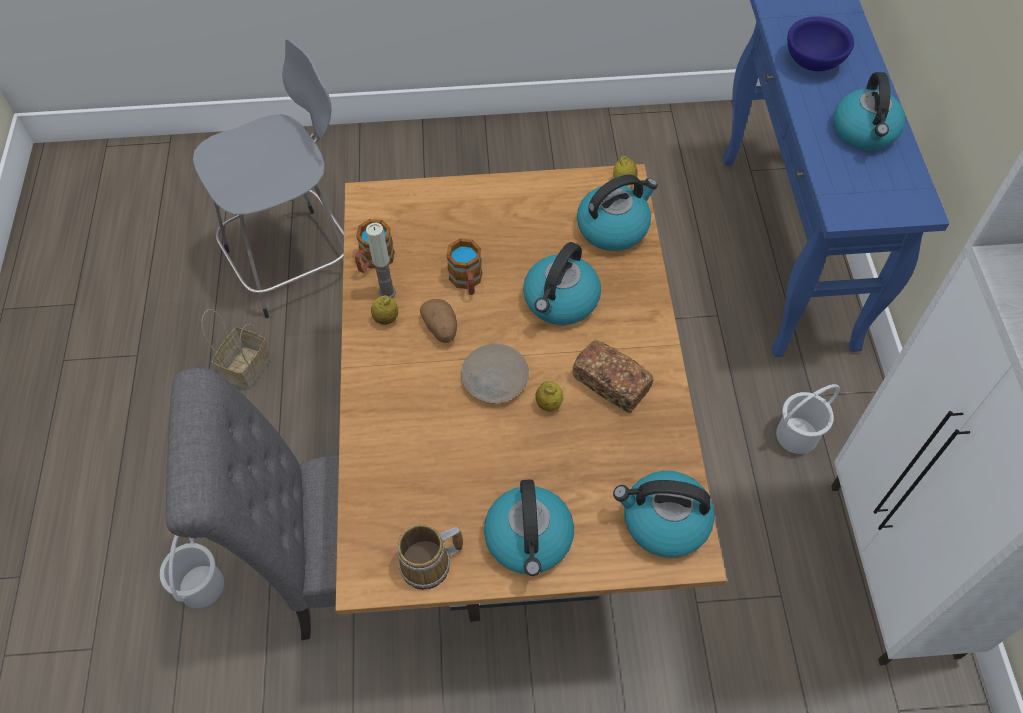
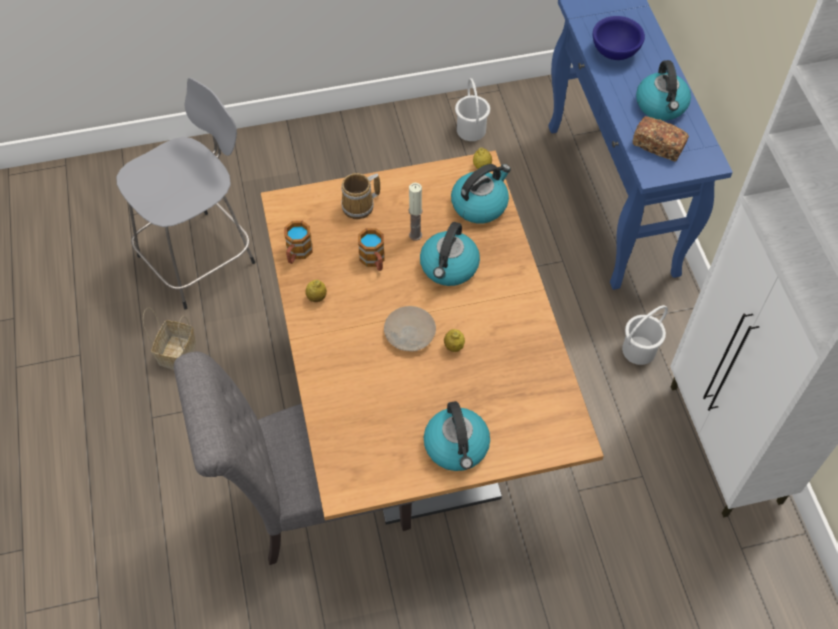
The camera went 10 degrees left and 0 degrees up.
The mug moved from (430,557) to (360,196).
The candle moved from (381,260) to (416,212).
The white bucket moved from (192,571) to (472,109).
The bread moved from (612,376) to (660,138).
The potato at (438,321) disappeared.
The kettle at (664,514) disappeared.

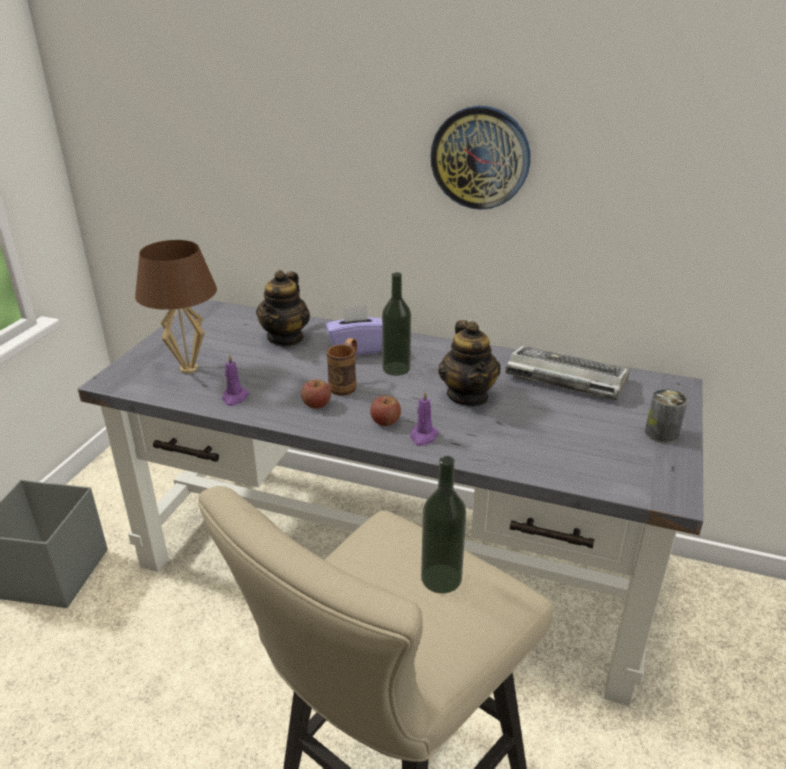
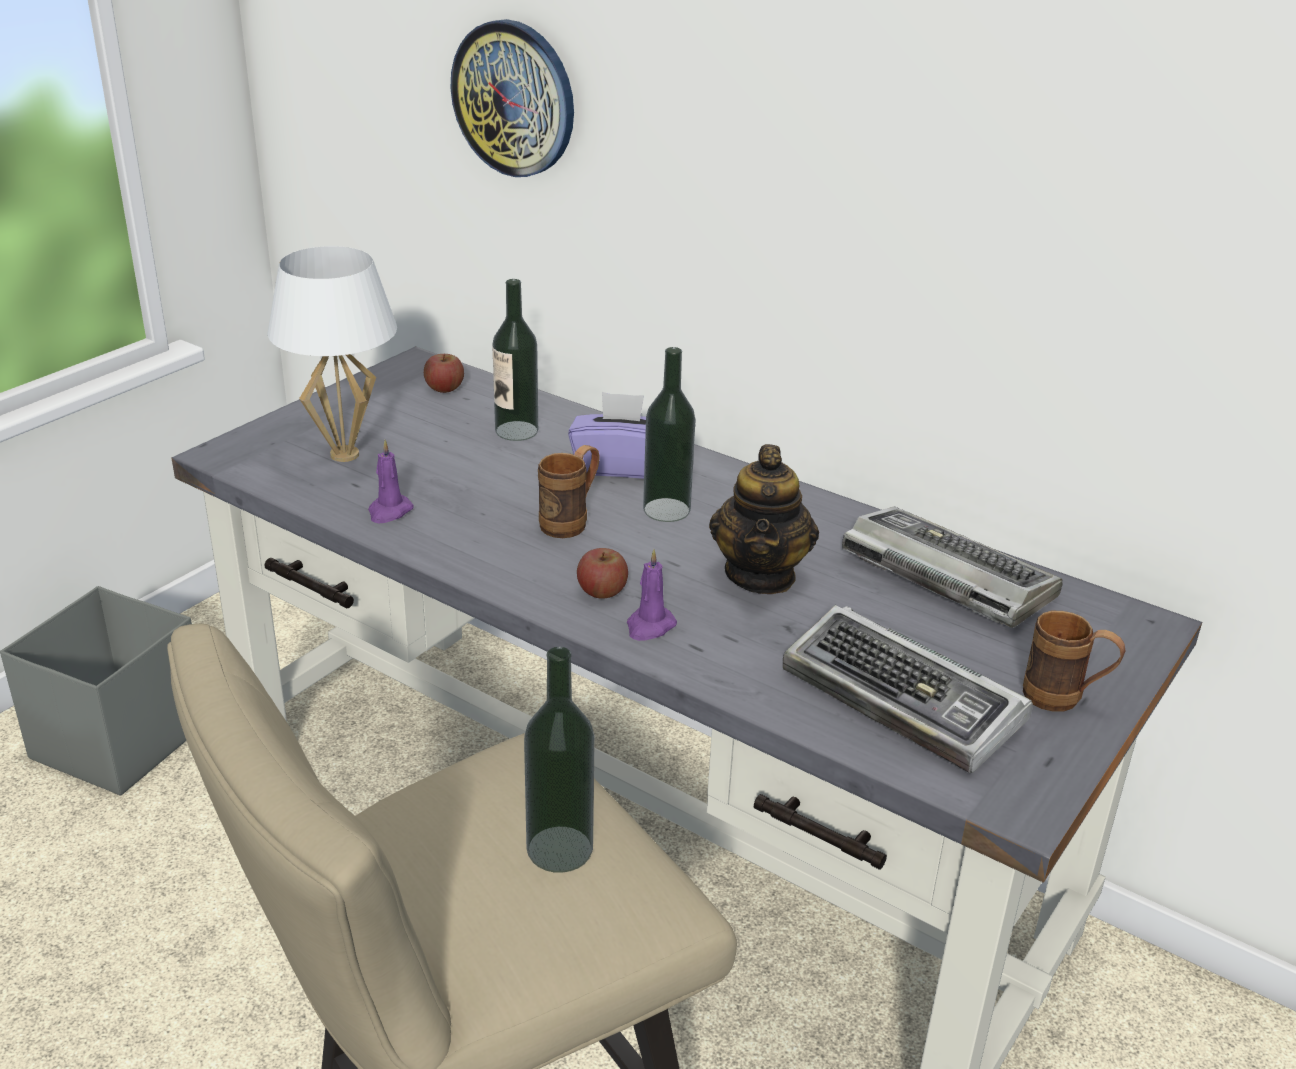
The camera went 15 degrees right and 0 degrees up.
The brown table lamp at (176,306) became the white table lamp at (332,354).
The apple moved from (316,394) to (444,373).
The wall clock moved from (480,158) to (512,98).
The teapot at (283,308) was replaced by the bottle at (515,360).
The keyboard at (908,689) appeared.
The can at (666,416) was replaced by the brown mug at (1074,661).

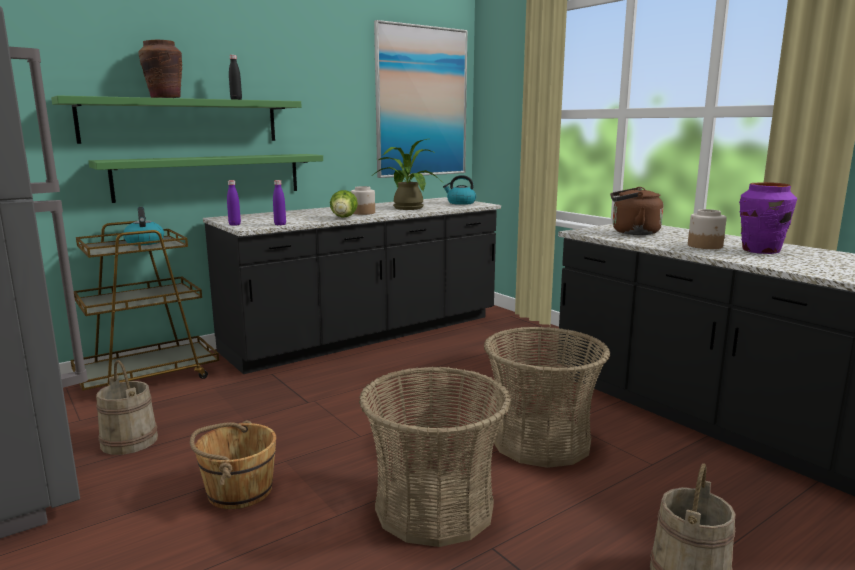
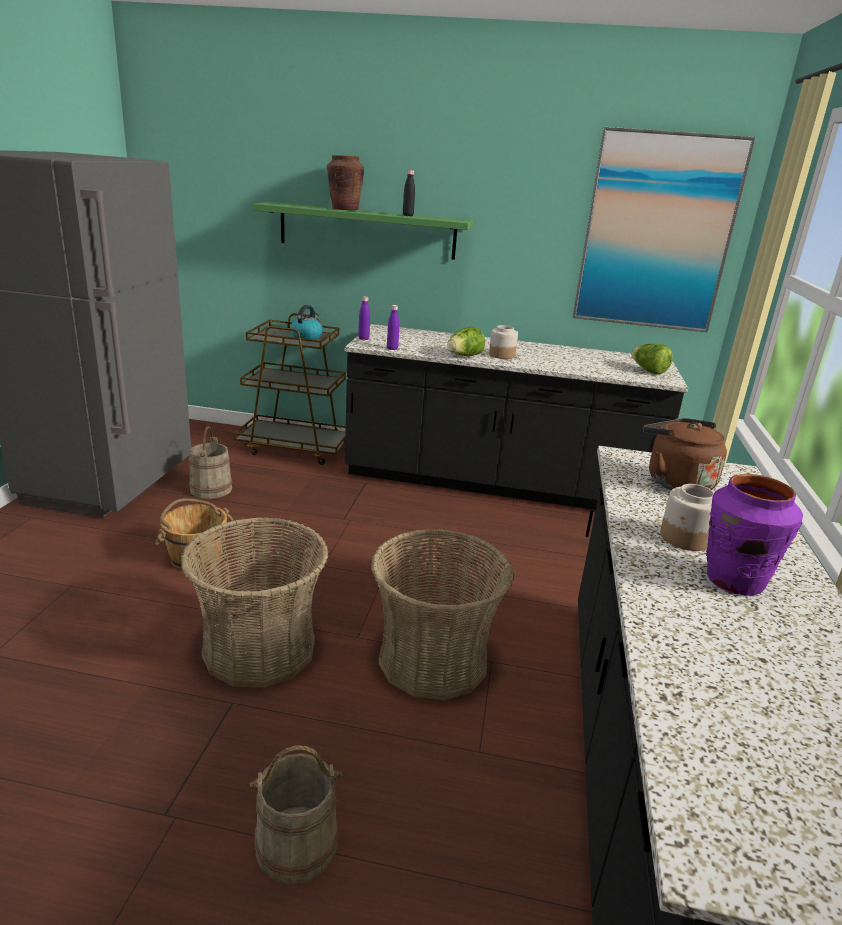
The camera went 45 degrees right and 10 degrees up.
The kettle at (459,190) was replaced by the lettuce at (652,359).
The green shelf at (205,178) disappeared.
The potted plant at (406,174) disappeared.

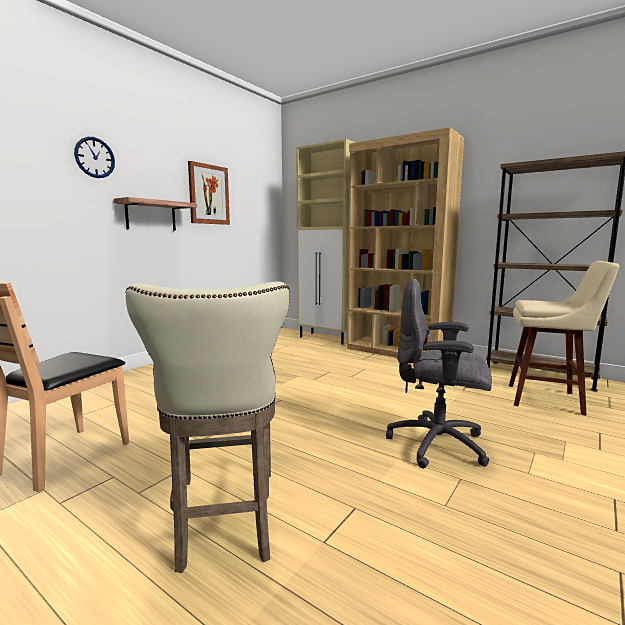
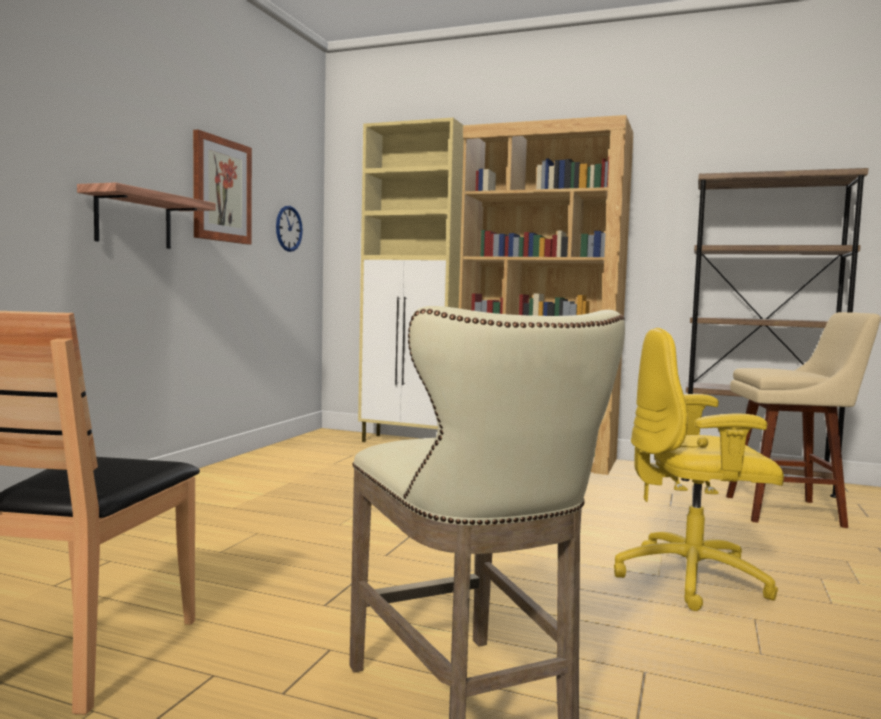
The camera went 15 degrees left and 5 degrees down.
The wall clock moved from (94,157) to (289,229).
The grey office chair at (439,373) became the yellow office chair at (699,469).

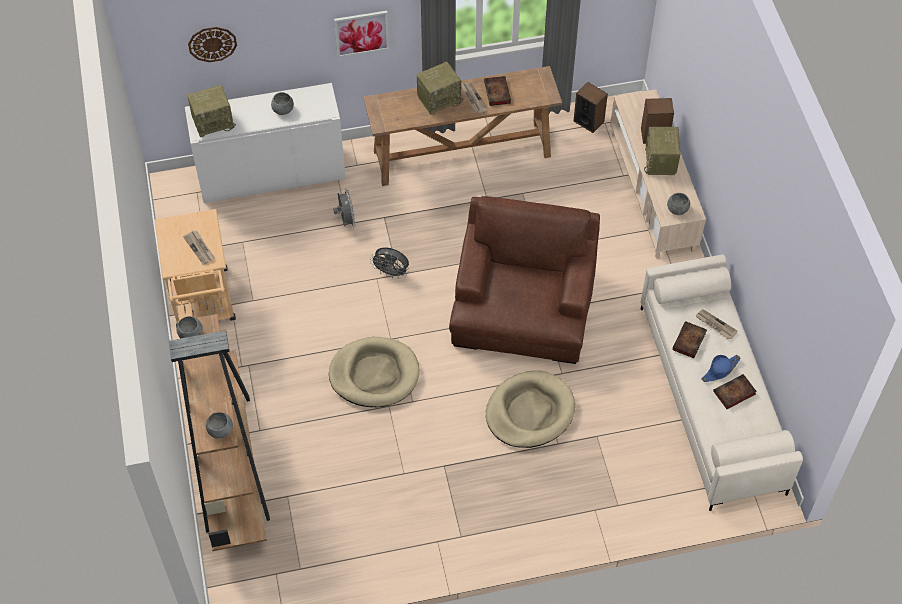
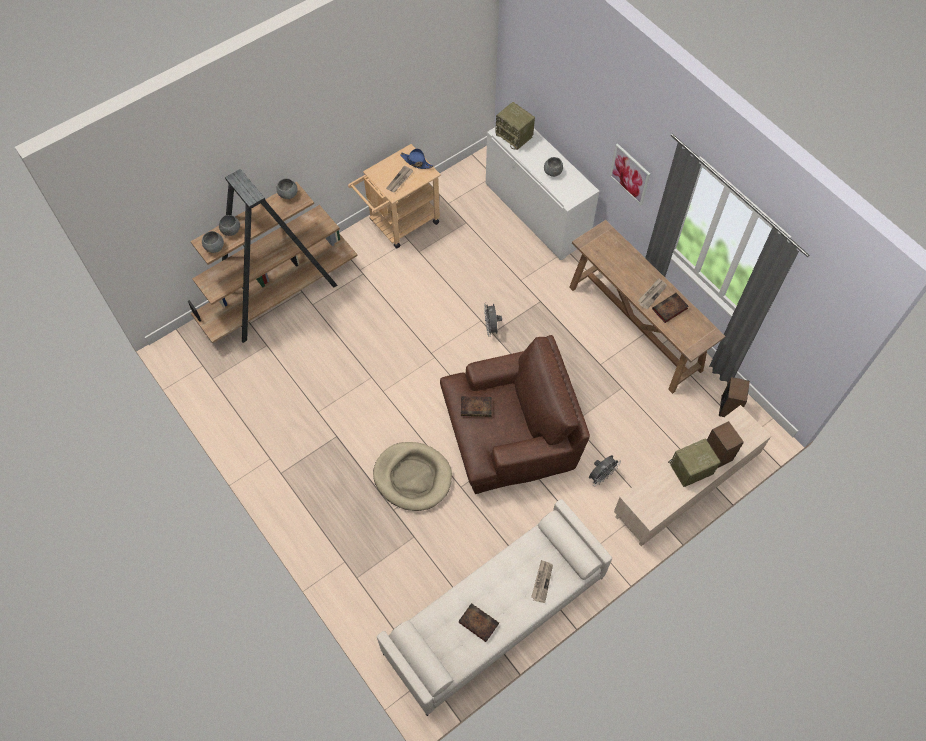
The camera went 65 degrees right and 5 degrees up.
The grey bowl moved from (678,204) to (229,225).
The blue hat moved from (721,368) to (416,159).
The book moved from (689,339) to (476,406).
The grey fan moved from (344,208) to (605,471).
The wall clock at (212,44) disappeared.
The beige dog bed at (374,372) disappeared.
The radio at (440,88) disappeared.

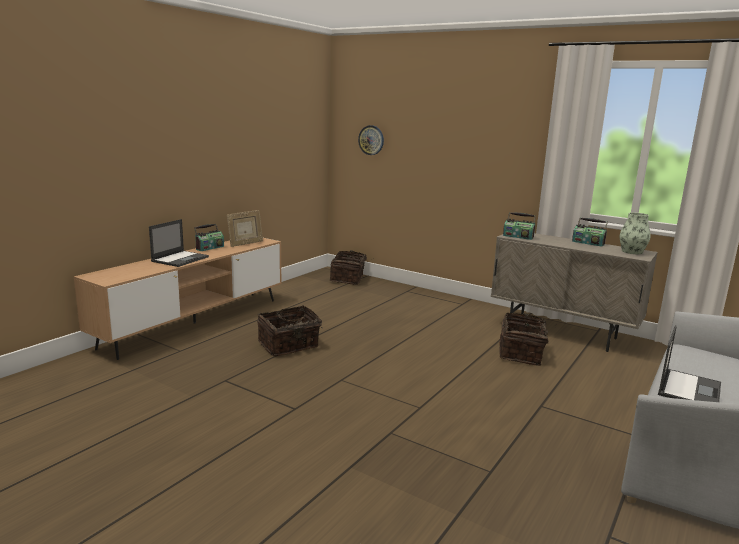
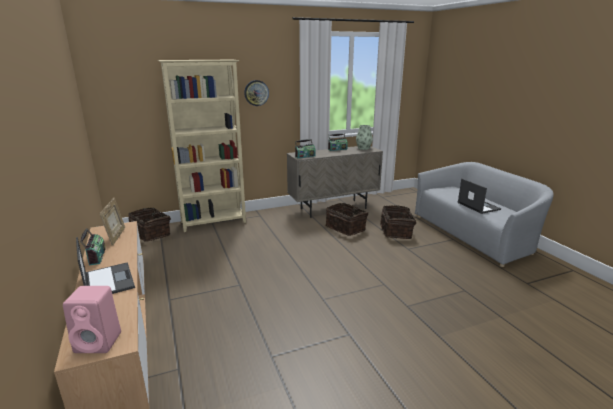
The camera went 55 degrees left and 5 degrees up.
The pink speaker at (92,319) appeared.
The beige bookcase at (202,146) appeared.
The wall clock moved from (371,140) to (256,93).
The basket moved from (289,331) to (398,222).

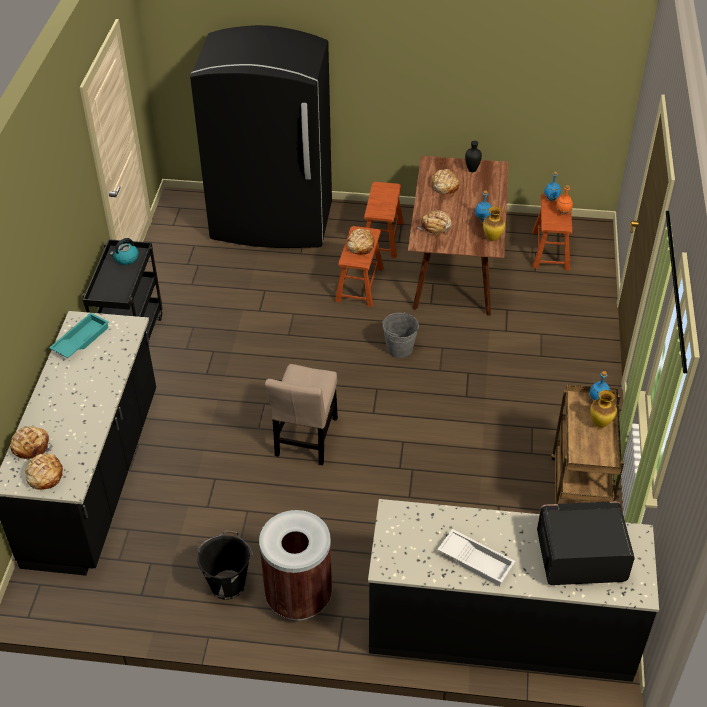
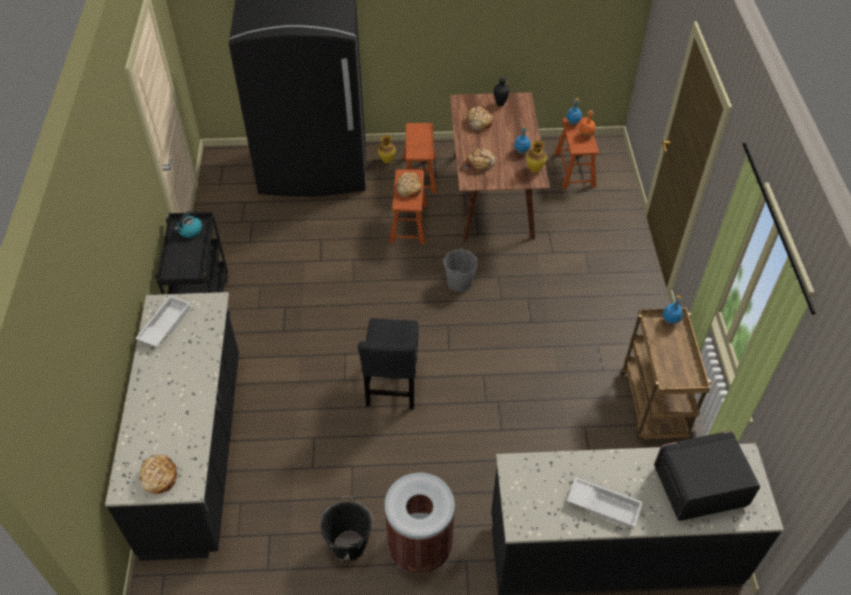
The camera went 10 degrees left and 5 degrees up.
The turquoise tray at (79,335) became the white tray at (162,321).
The beige chair at (301,414) became the black chair at (388,363).
The vase moved from (603,409) to (387,149).
The bread at (31,443) disappeared.

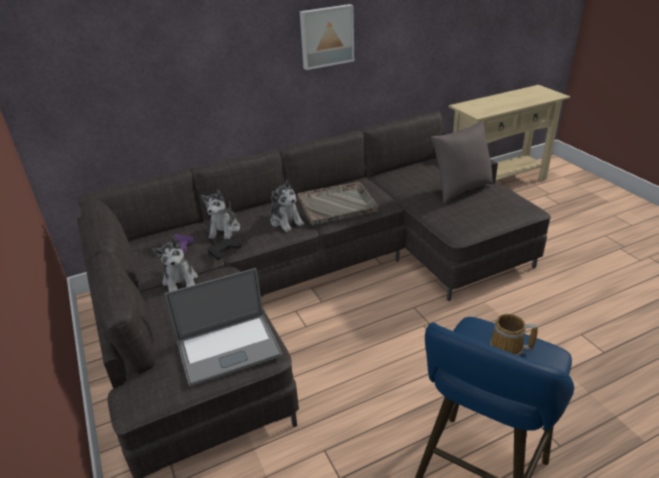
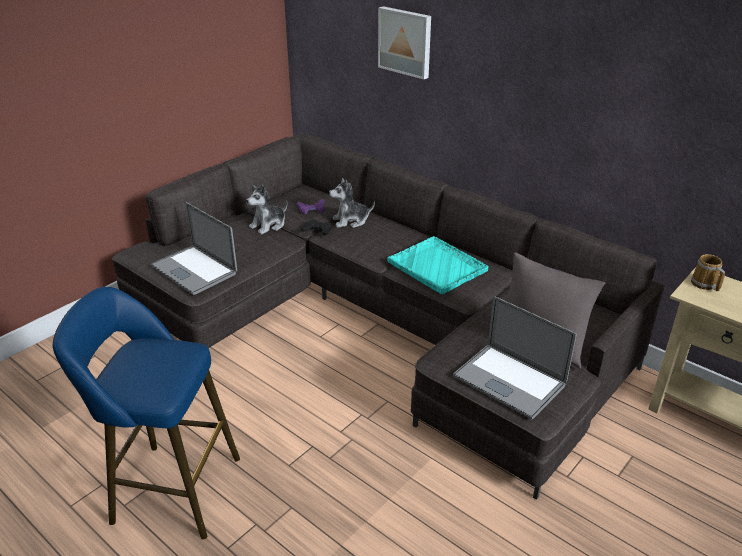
The camera went 65 degrees right and 0 degrees up.
The picture moved from (327,37) to (404,42).
The grey tray at (338,203) became the turquoise tray at (438,265).
The laptop at (514,357) appeared.
The mug moved from (514,335) to (708,273).
The plush toy at (287,206) disappeared.

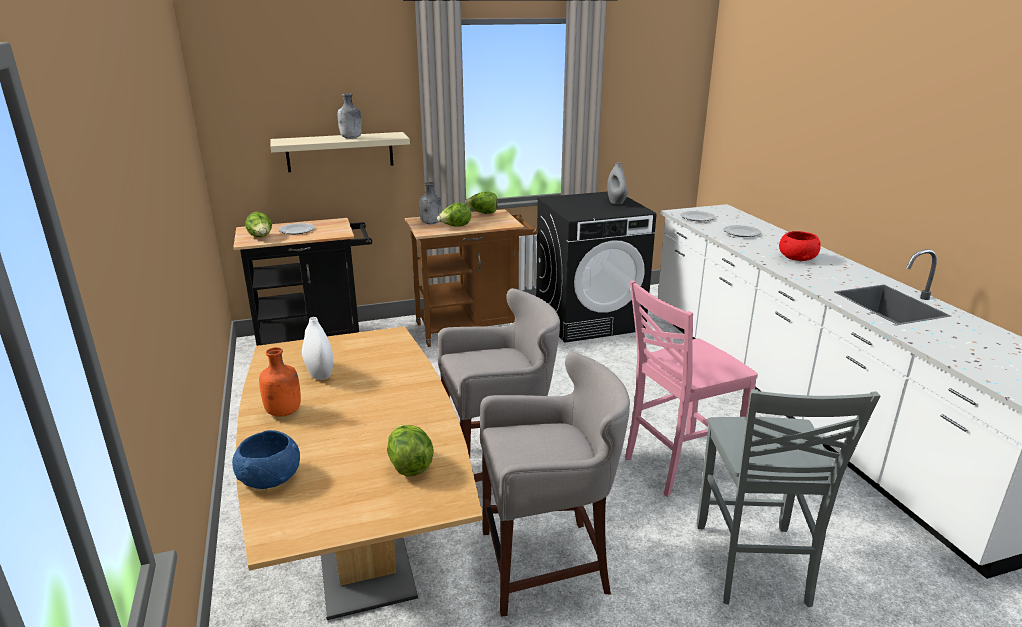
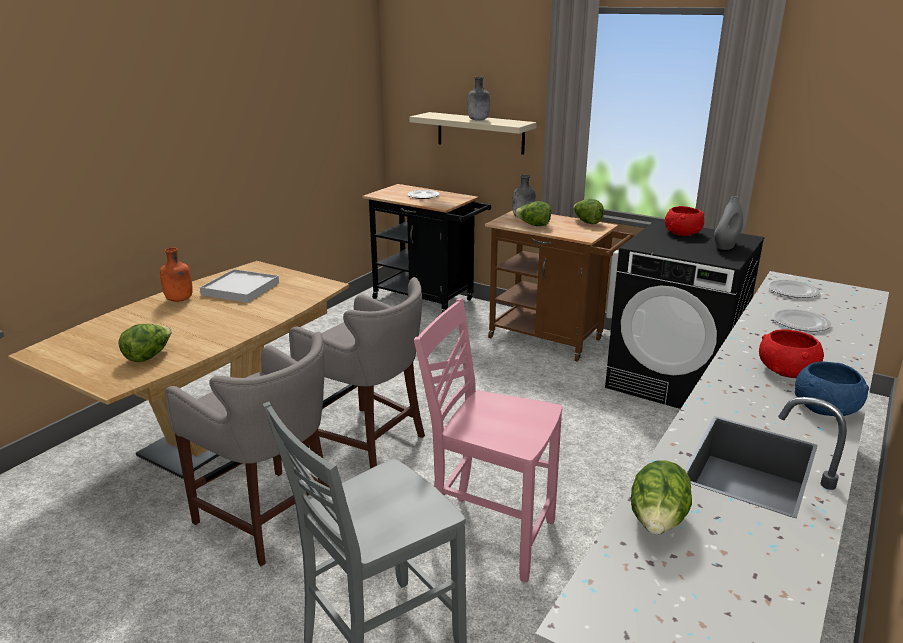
The camera went 50 degrees right and 0 degrees up.
The white vase at (317,348) was replaced by the white tray at (239,286).
The lettuce moved from (258,224) to (661,497).
The red bowl at (684,221) appeared.
The blue bowl moved from (266,459) to (832,389).

